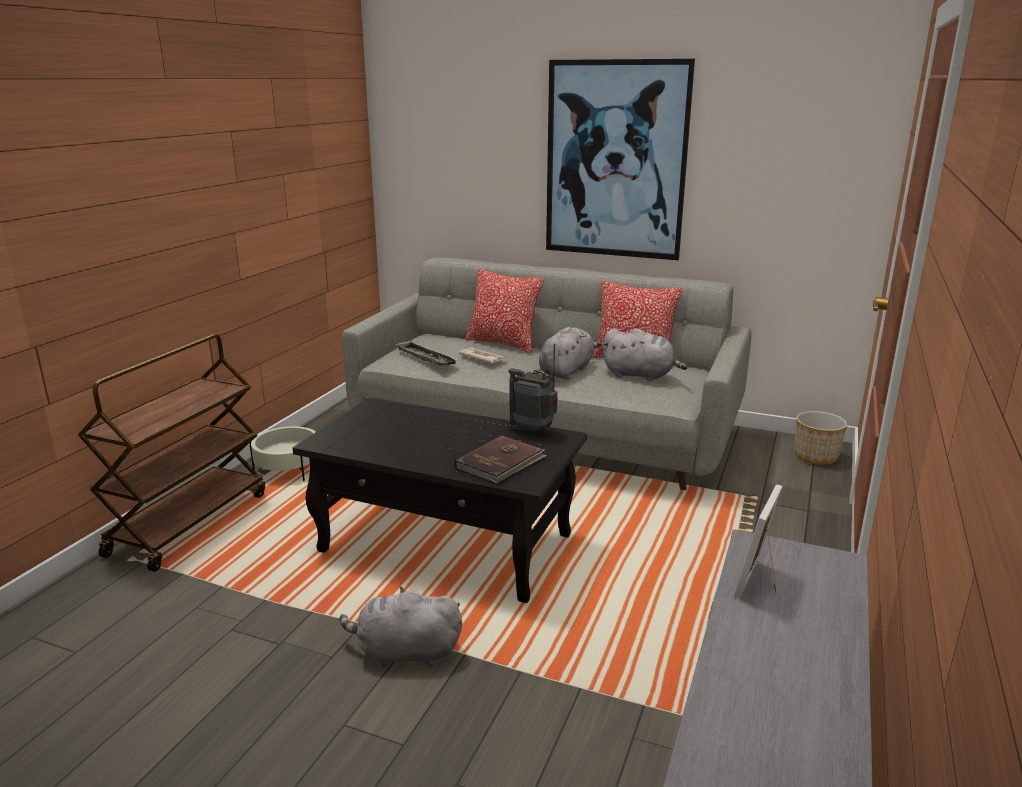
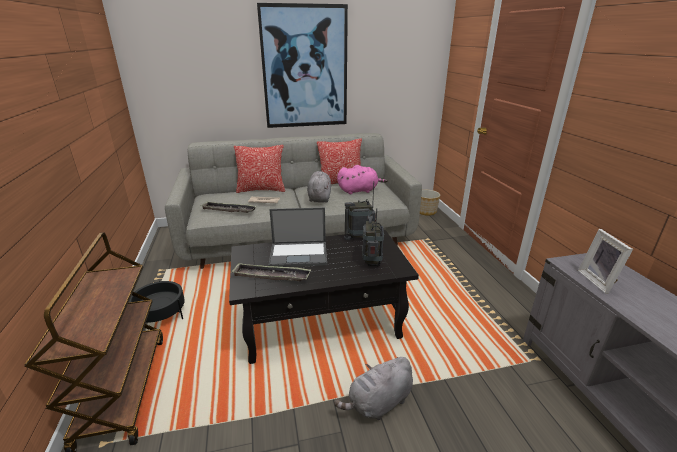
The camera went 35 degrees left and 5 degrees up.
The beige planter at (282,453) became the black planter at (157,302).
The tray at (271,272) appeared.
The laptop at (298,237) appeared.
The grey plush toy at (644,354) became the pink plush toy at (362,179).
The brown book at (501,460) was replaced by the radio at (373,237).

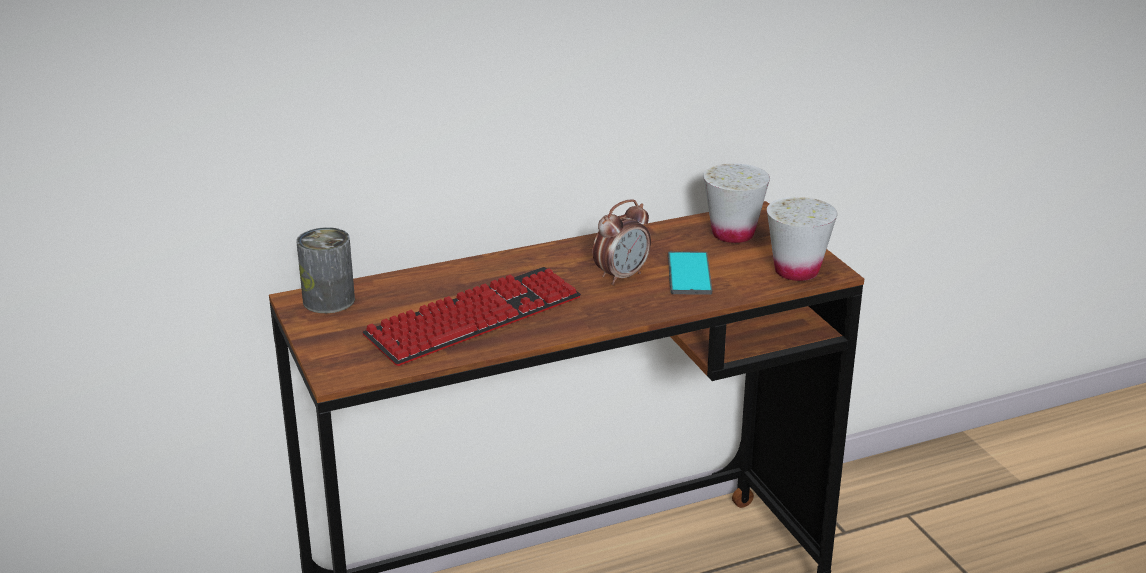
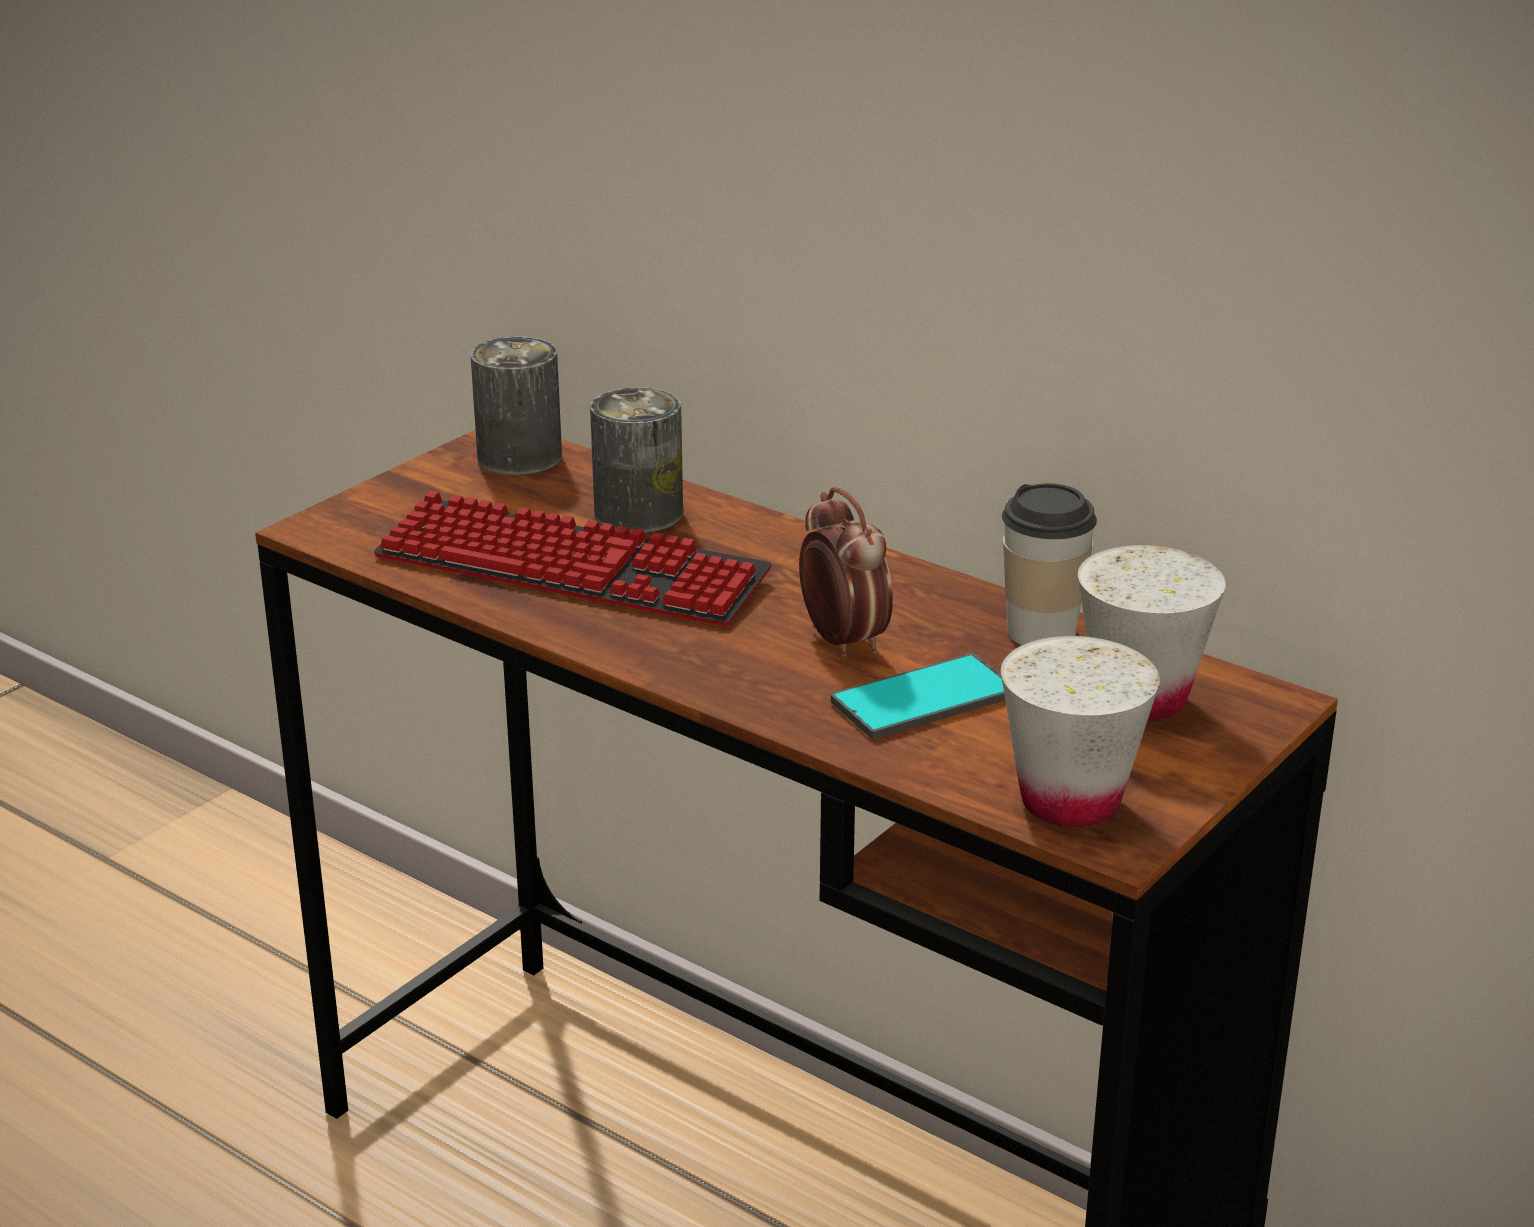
The camera went 60 degrees right and 0 degrees up.
The can at (636,460) appeared.
The alarm clock at (622,242) turned 135 degrees counterclockwise.
The cup at (1049,564) appeared.

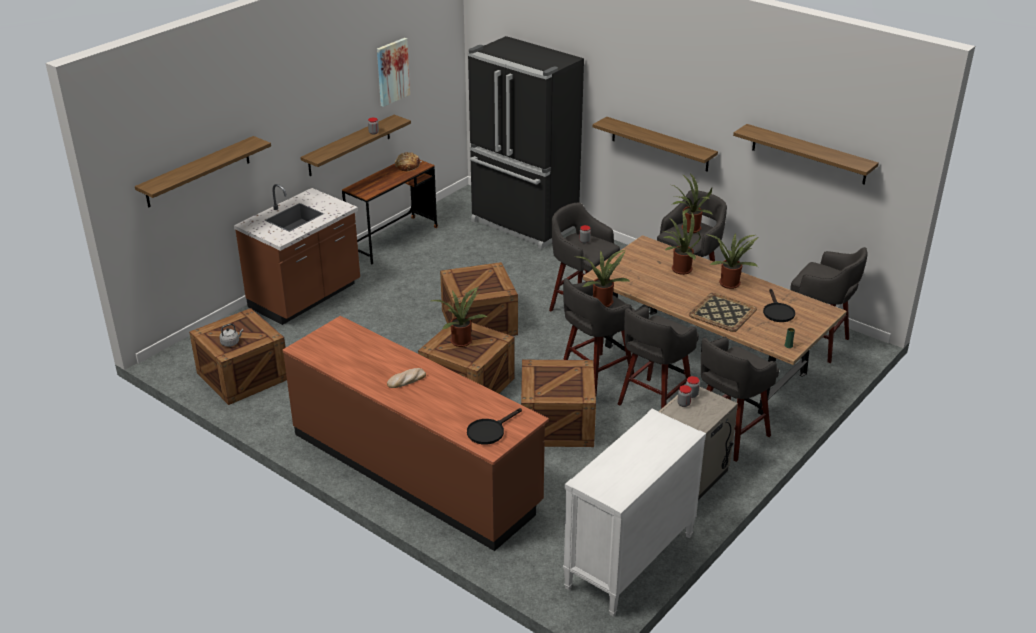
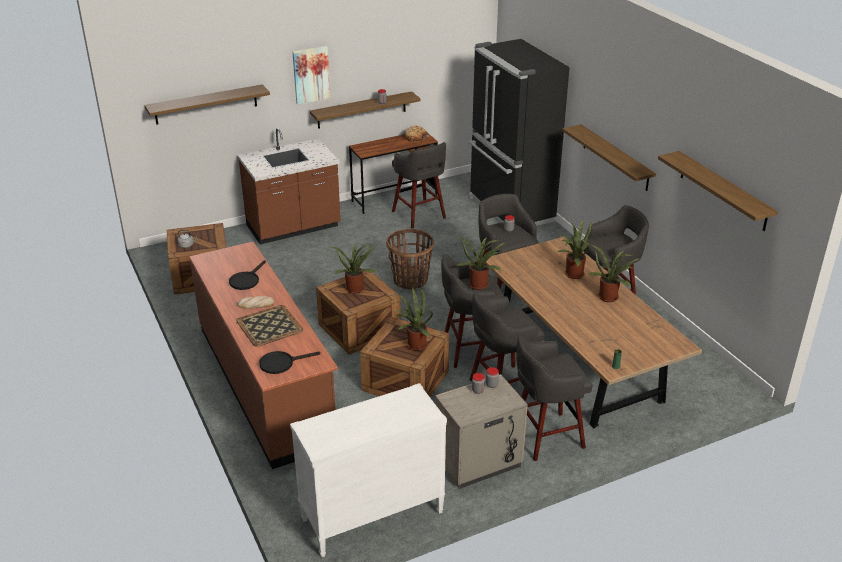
The camera went 25 degrees right and 0 degrees up.
The black frying pan moved from (779,305) to (247,275).
The tray moved from (723,312) to (269,326).
The picture moved from (393,72) to (311,75).
The crate at (479,299) was replaced by the basket at (410,259).
The grey stool moved from (828,305) to (419,185).
The potted plant moved from (692,203) to (413,319).

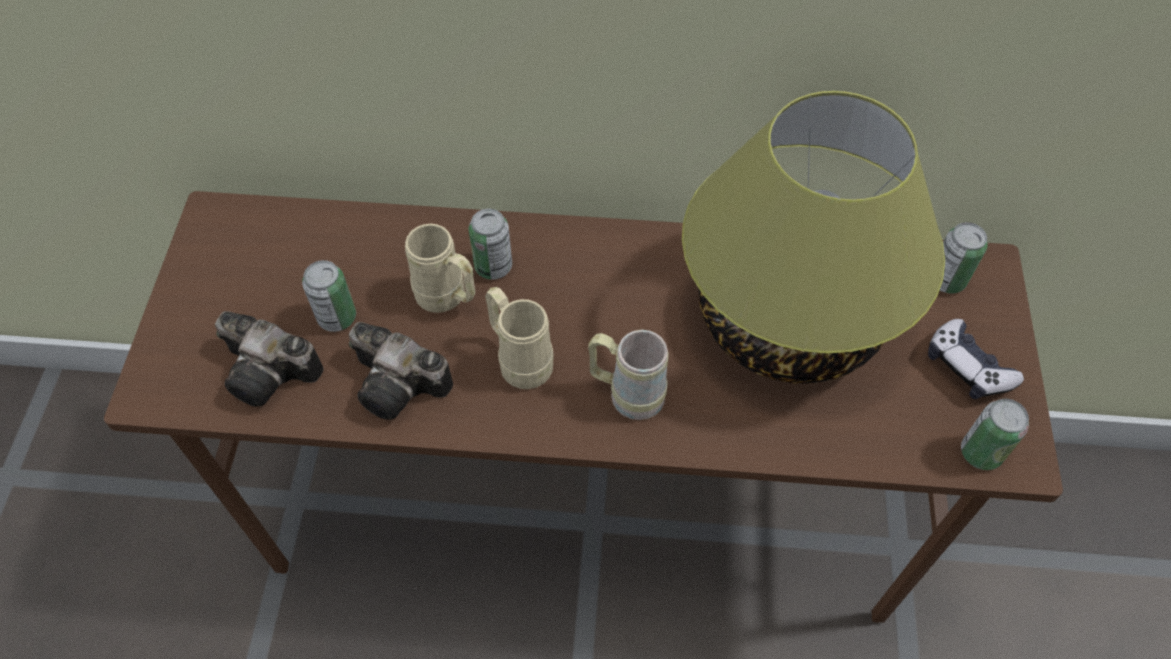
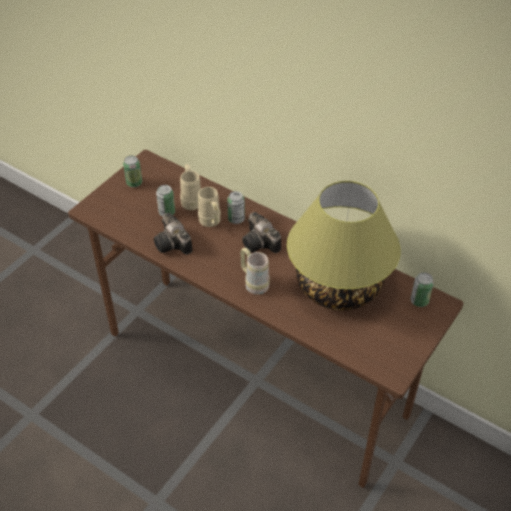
The camera went 30 degrees right and 10 degrees down.
The can moved from (995,434) to (132,171).
The beige mug moved from (519,338) to (190,187).
The photo camera moved from (269,358) to (261,232).
The game controller at (976,359) disappeared.

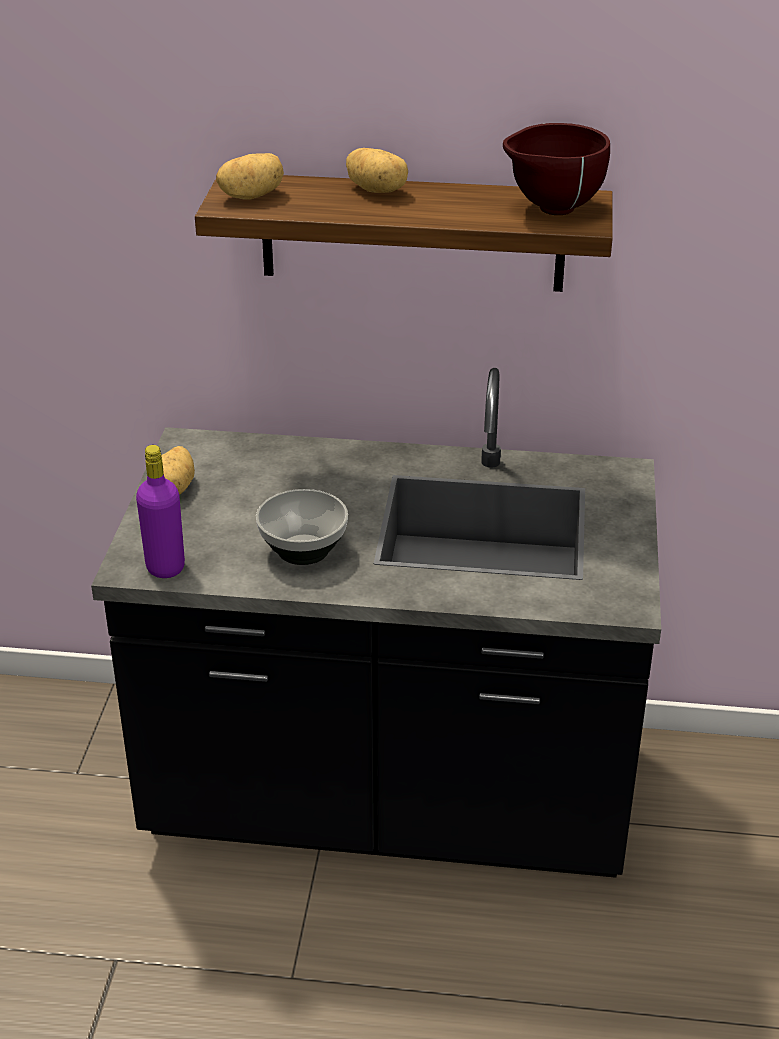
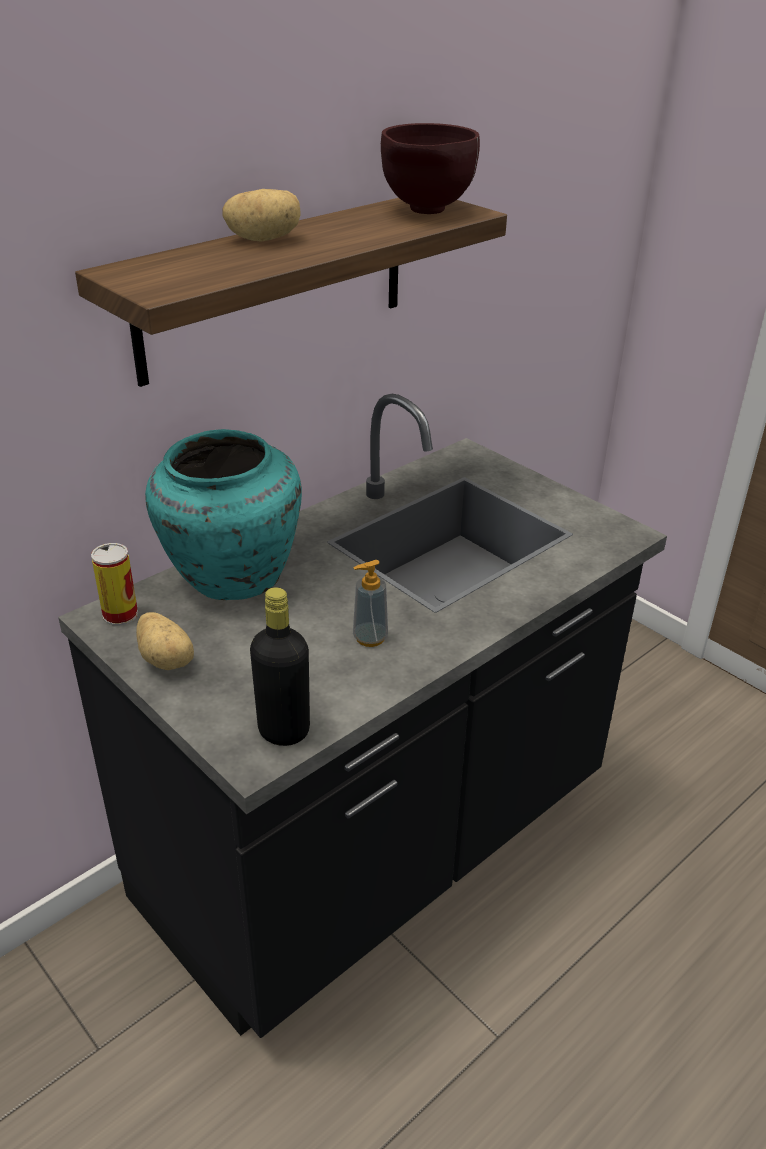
The camera went 50 degrees left and 0 degrees up.
The can at (114,584) appeared.
The turquoise vase at (223,514) appeared.
The purple bottle at (160,511) became the black bottle at (280,666).
The bowl at (302,527) was replaced by the soap dispenser at (370,603).
The potato at (250,176) disappeared.

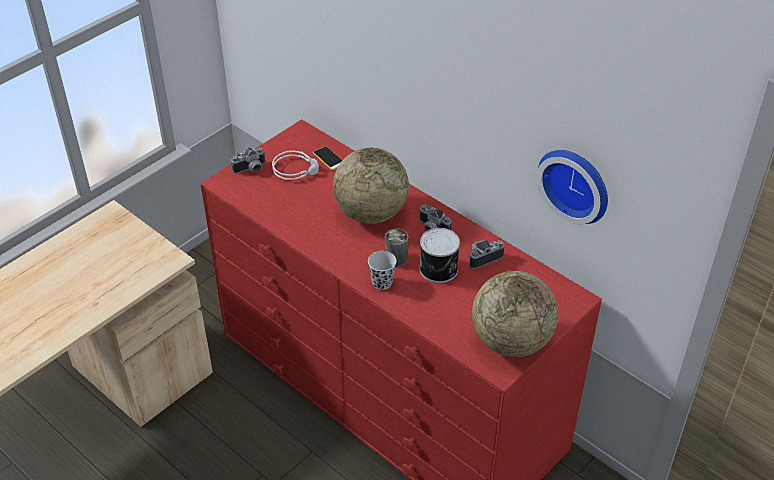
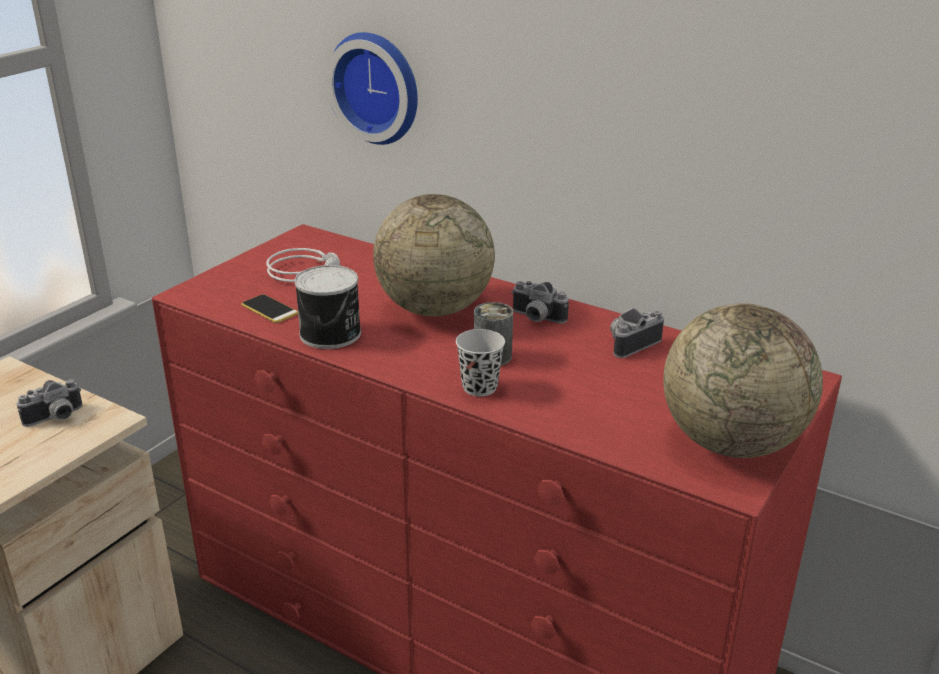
The camera went 10 degrees left and 15 degrees down.
The photo camera moved from (248,160) to (49,403).
The phone moved from (327,158) to (269,308).
The can moved from (439,255) to (327,307).
The wall clock moved from (572,187) to (372,88).

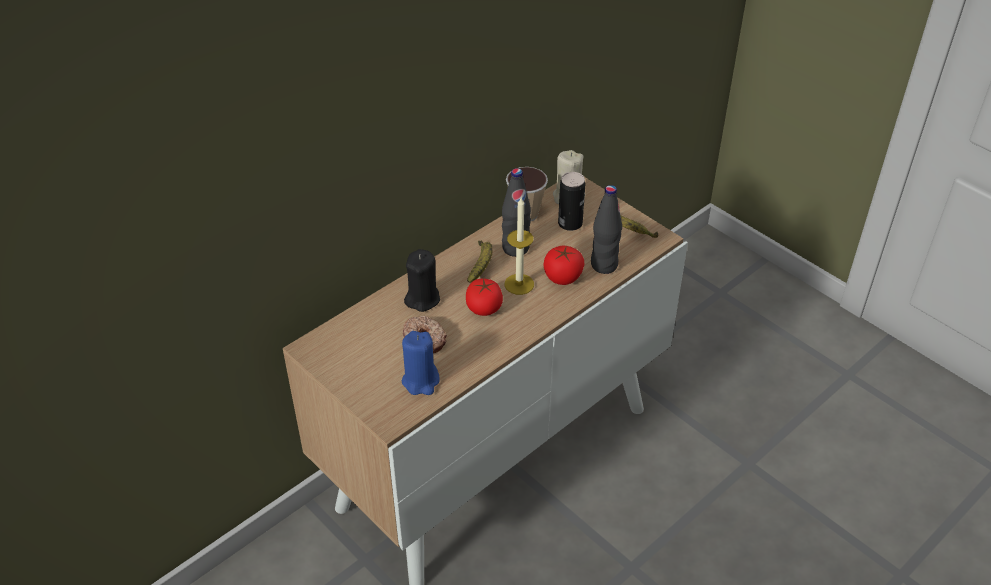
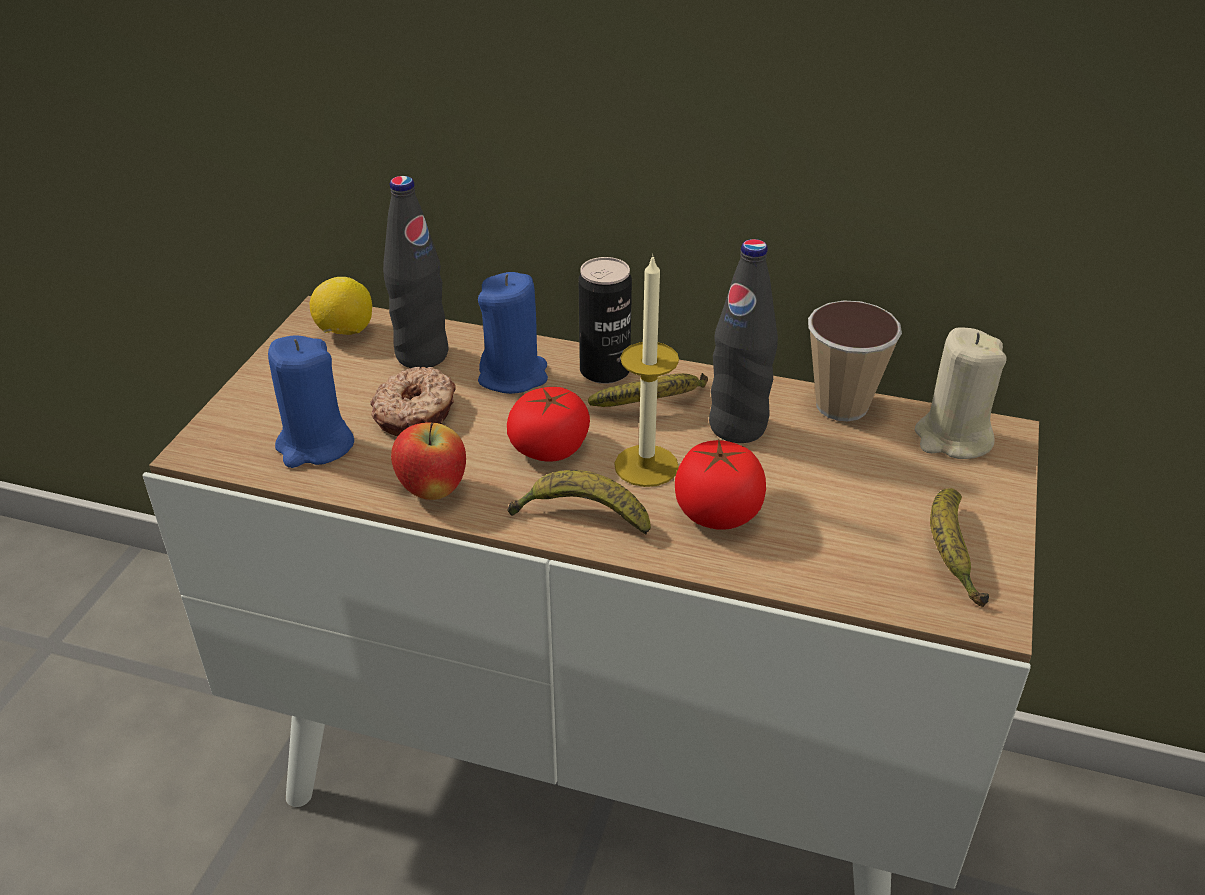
The camera went 60 degrees right and 5 degrees down.
The lemon at (341,306) appeared.
The black bottle moved from (606,229) to (416,272).
The apple at (428,461) appeared.
The black candle at (422,280) became the blue candle at (513,333).
The banana at (579,502) appeared.
The can moved from (571,201) to (605,320).

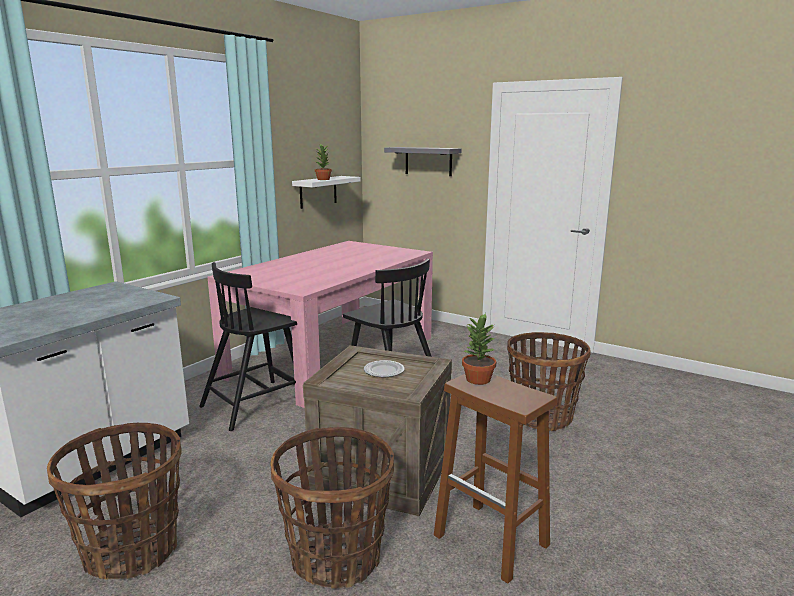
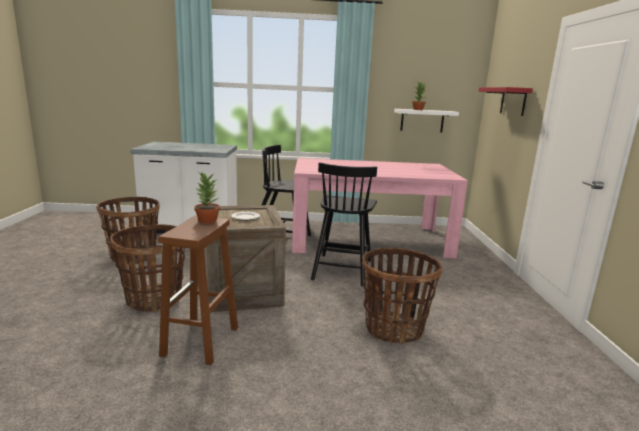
The camera went 55 degrees right and 0 degrees up.
The grey shelf at (423,161) became the red shelf at (506,101).

